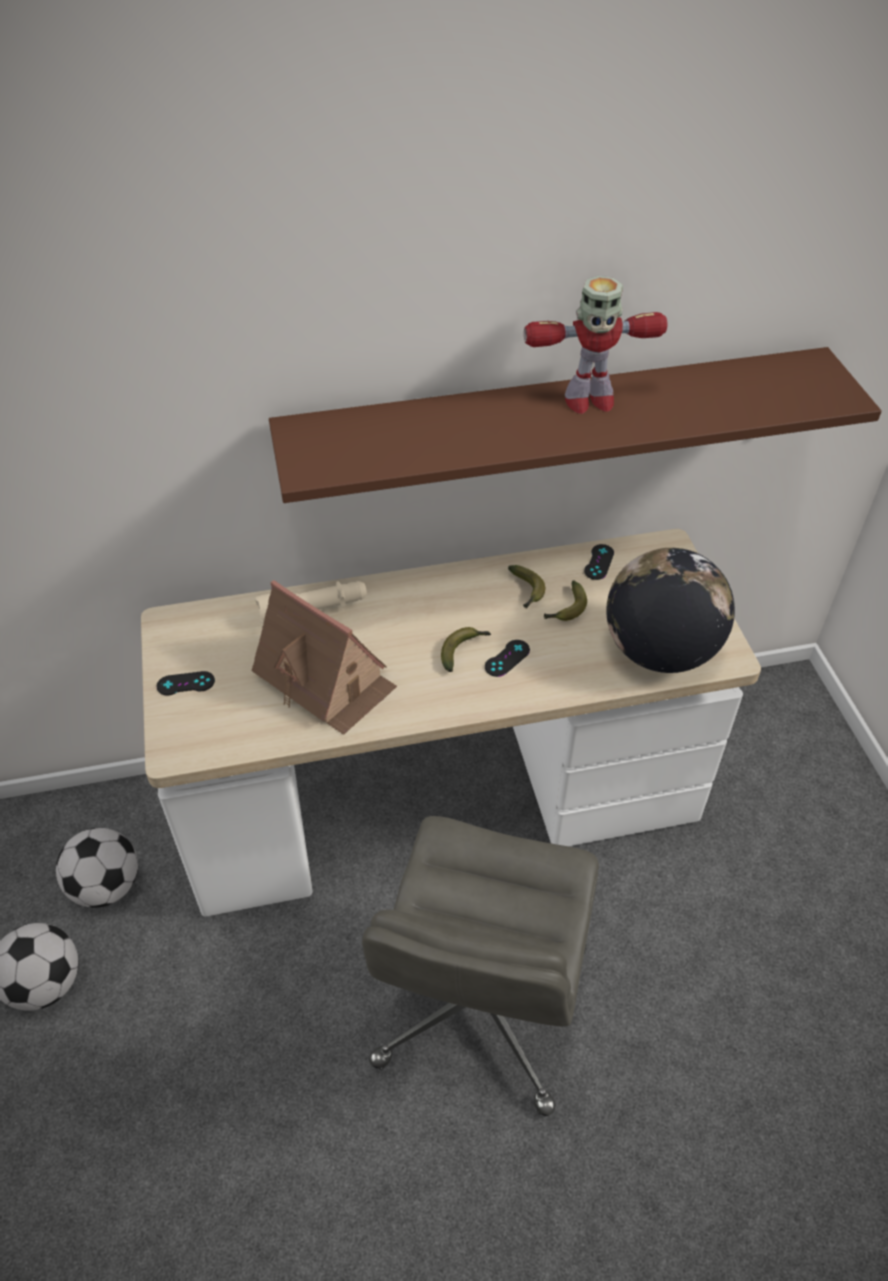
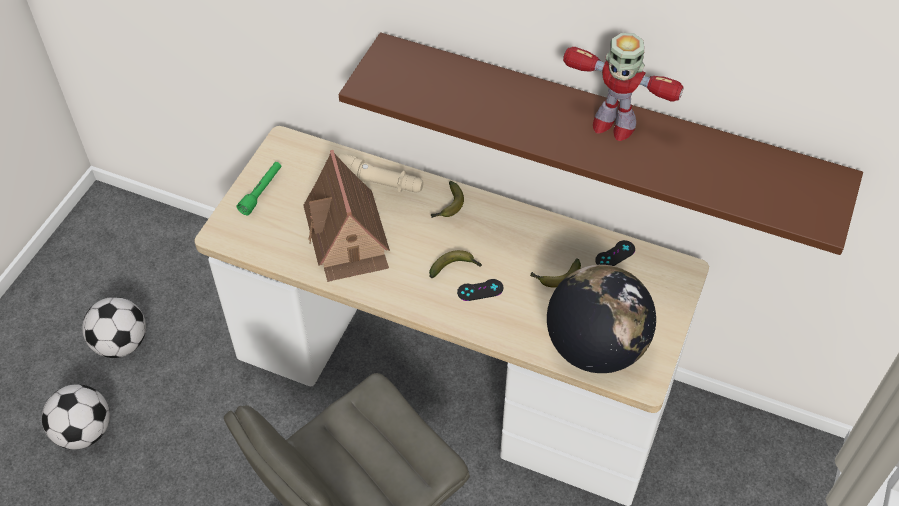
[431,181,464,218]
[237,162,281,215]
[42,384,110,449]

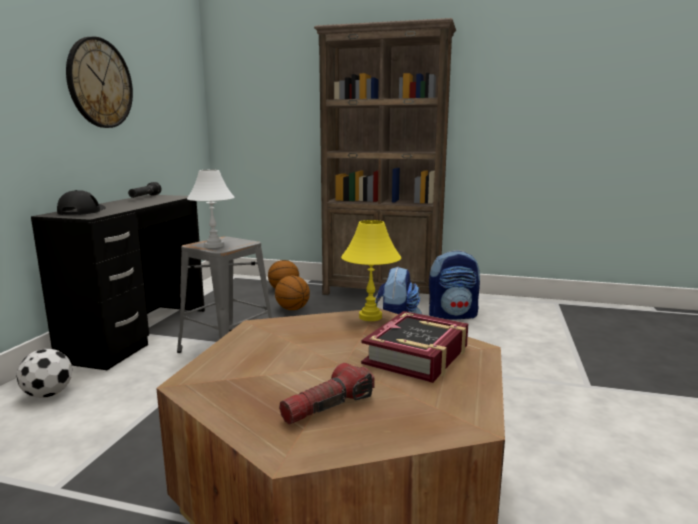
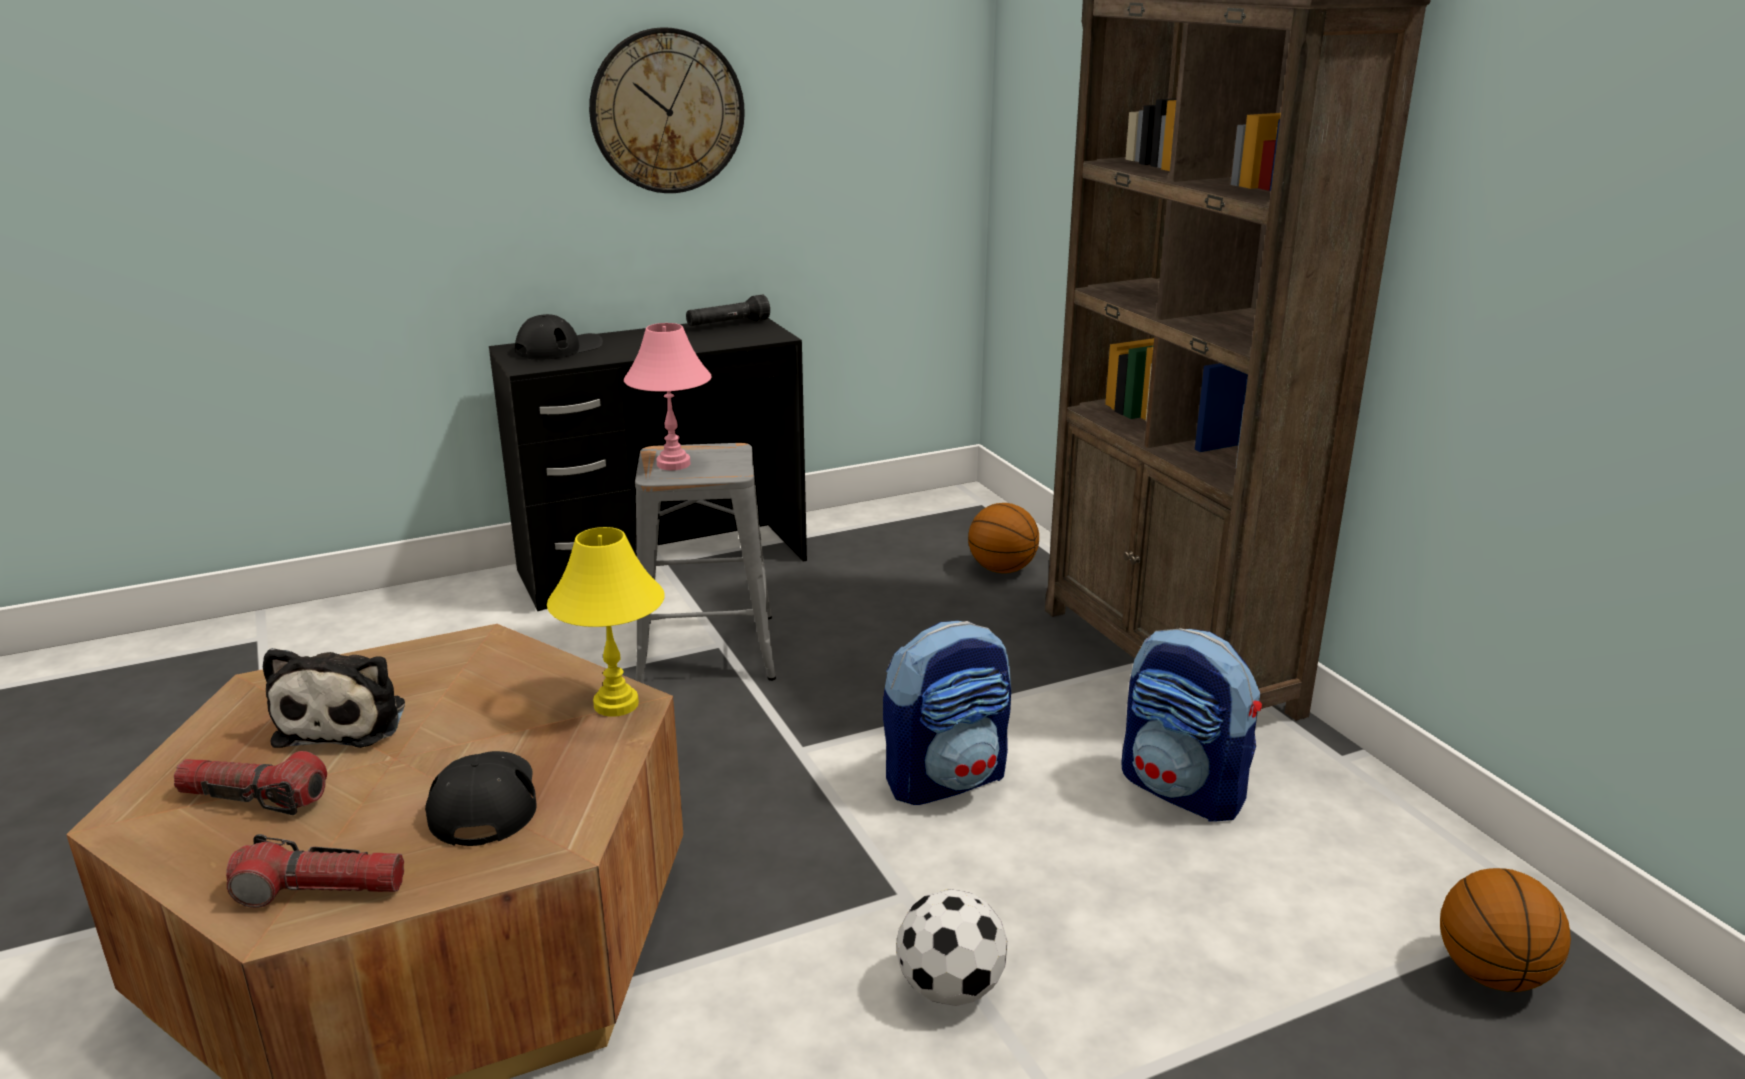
[624,323,712,470]
[1440,868,1571,992]
[425,751,537,846]
[897,889,1007,1006]
[263,648,405,748]
[226,834,404,908]

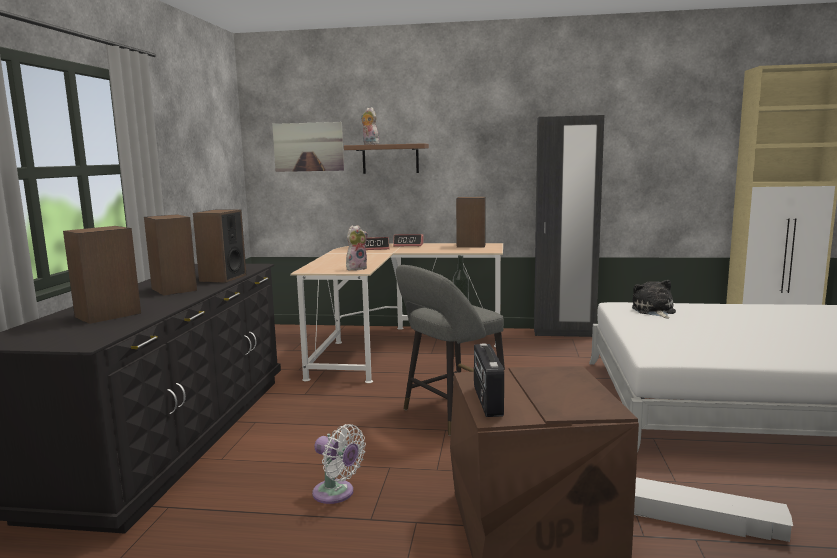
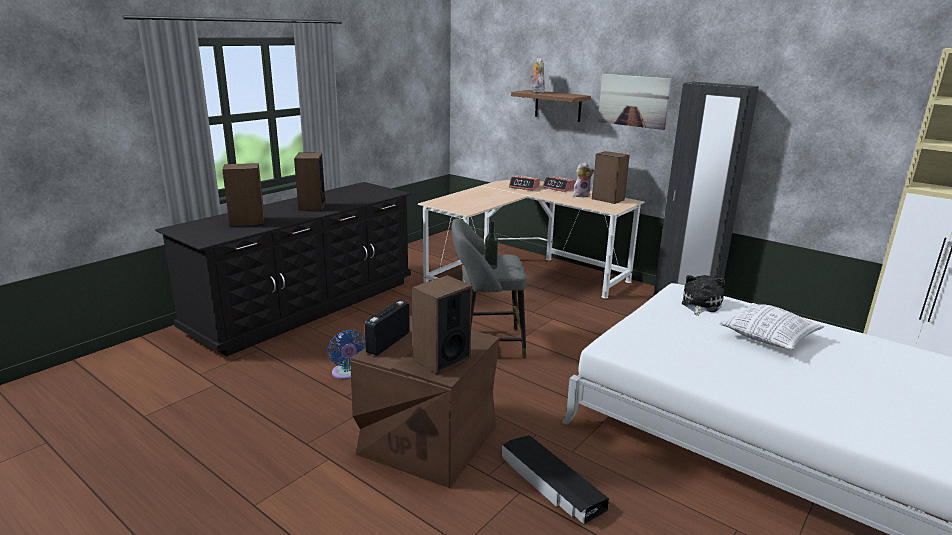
[598,74,672,130]
[412,275,472,374]
[573,163,594,197]
[327,330,365,380]
[502,435,609,524]
[719,303,824,350]

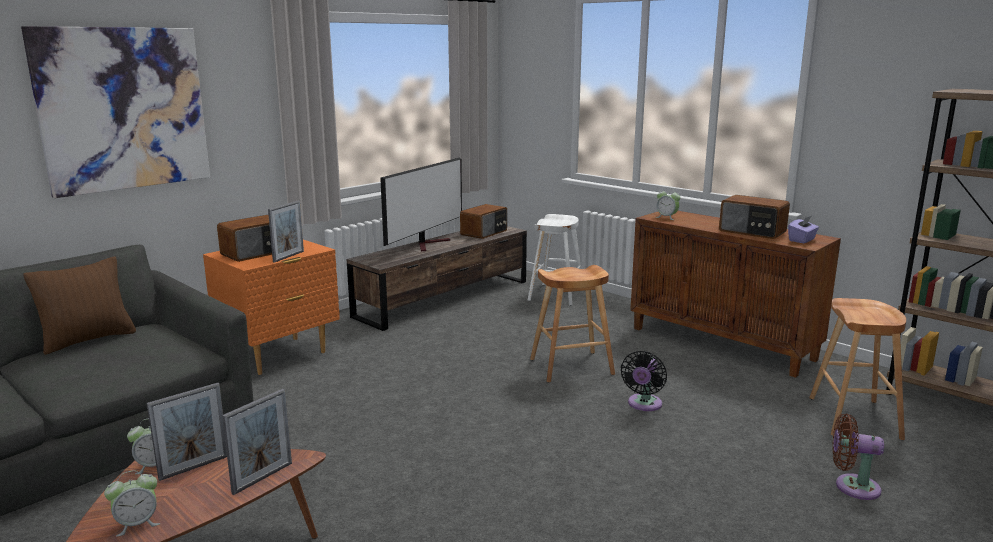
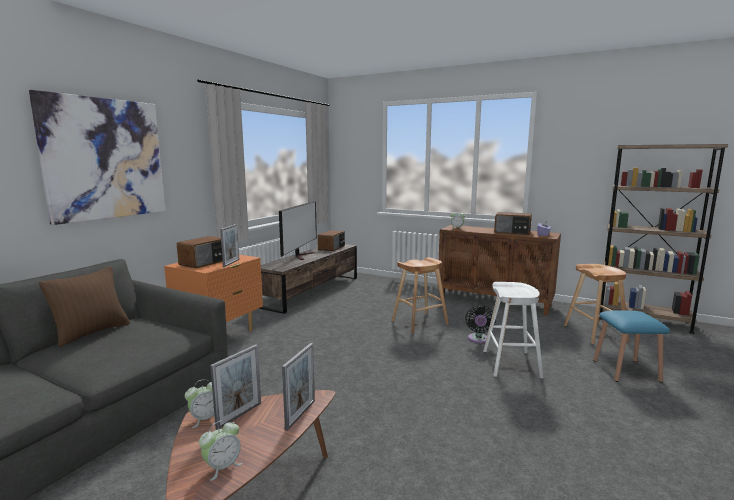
[483,282,544,379]
[593,310,670,383]

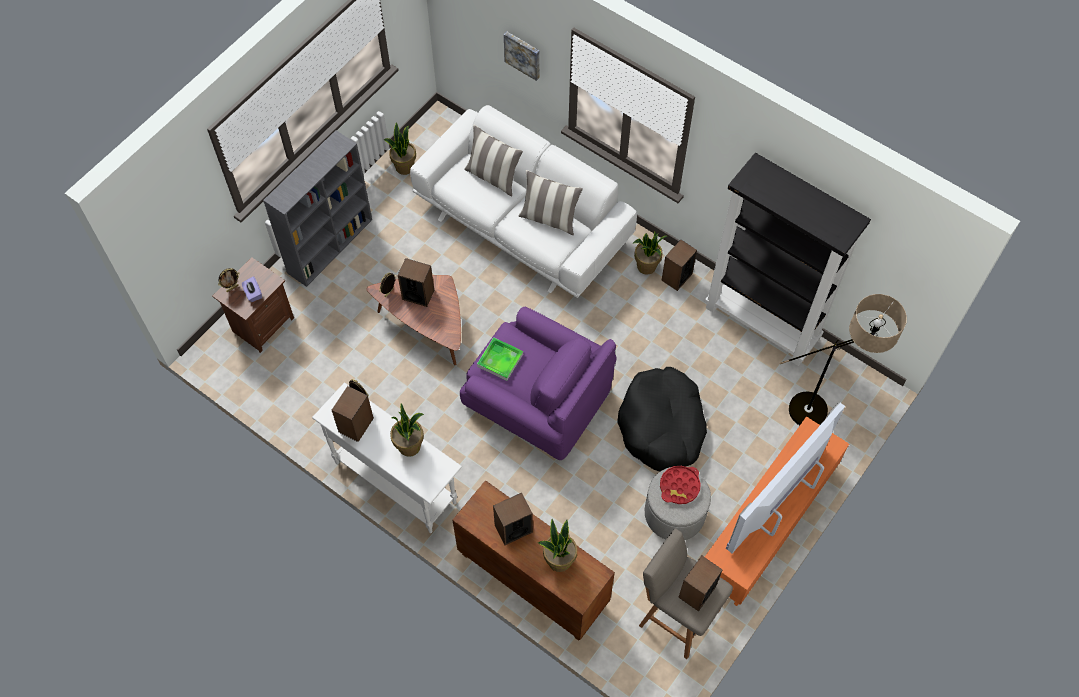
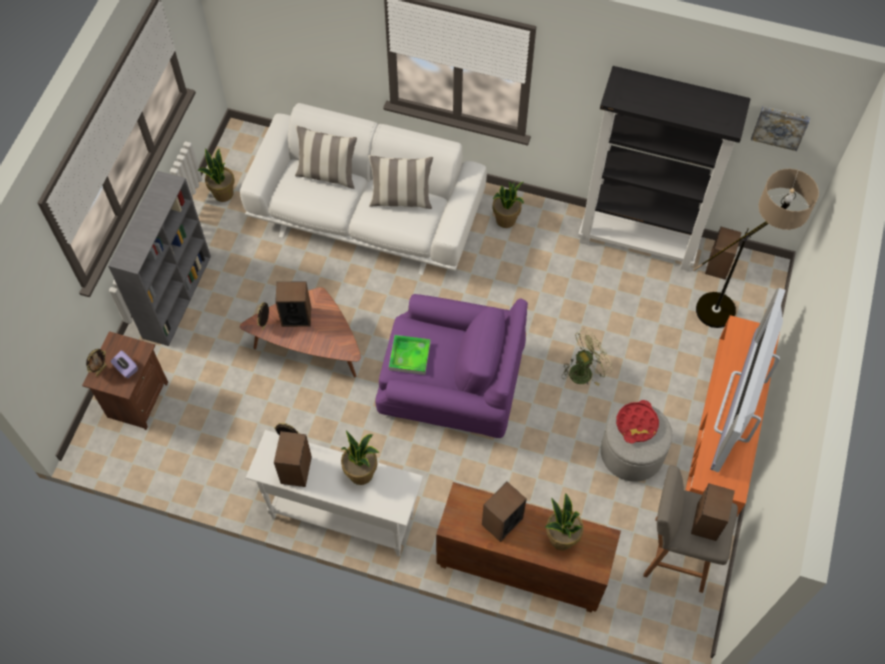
[751,106,810,151]
[705,227,742,280]
[562,329,612,386]

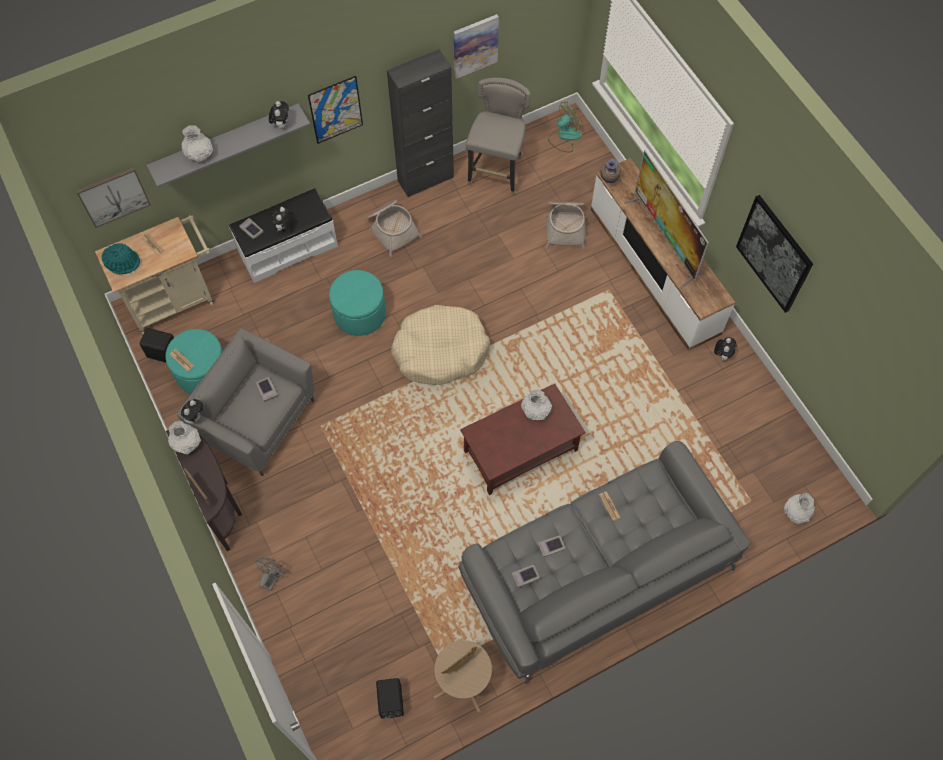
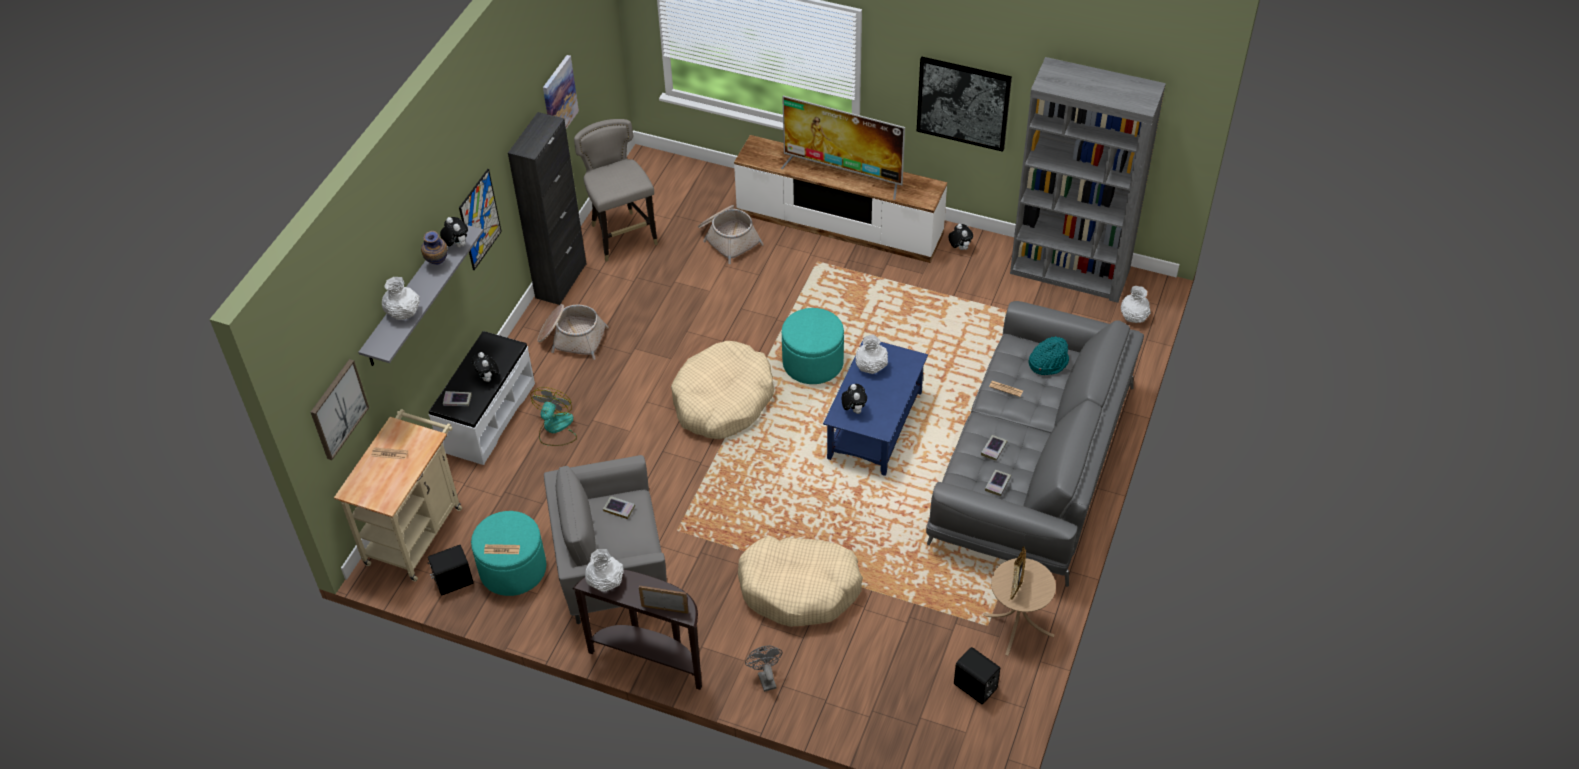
[531,387,577,446]
[421,231,448,265]
[1028,336,1069,375]
[782,308,844,384]
[823,337,928,476]
[842,384,867,414]
[1010,57,1166,303]
[738,536,863,627]

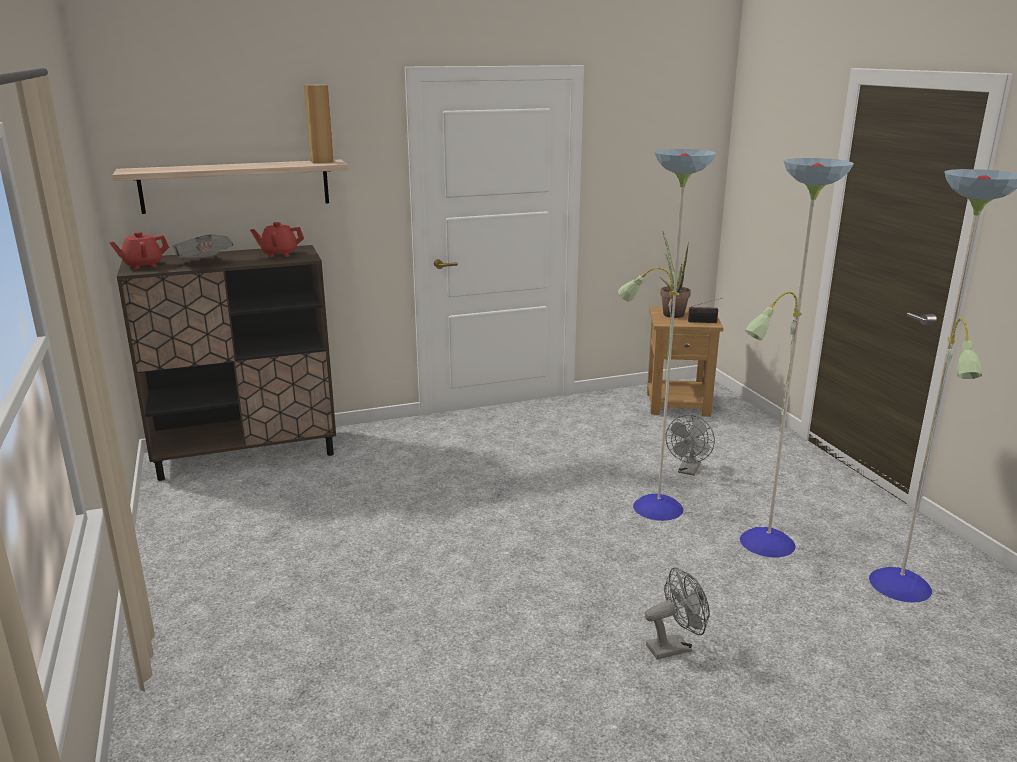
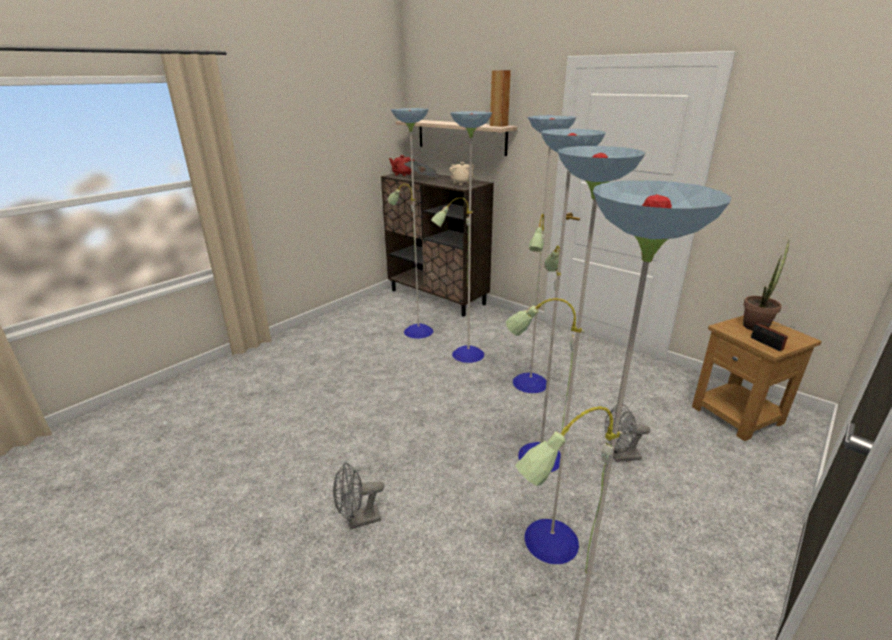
[449,162,474,185]
[333,462,384,530]
[387,108,577,393]

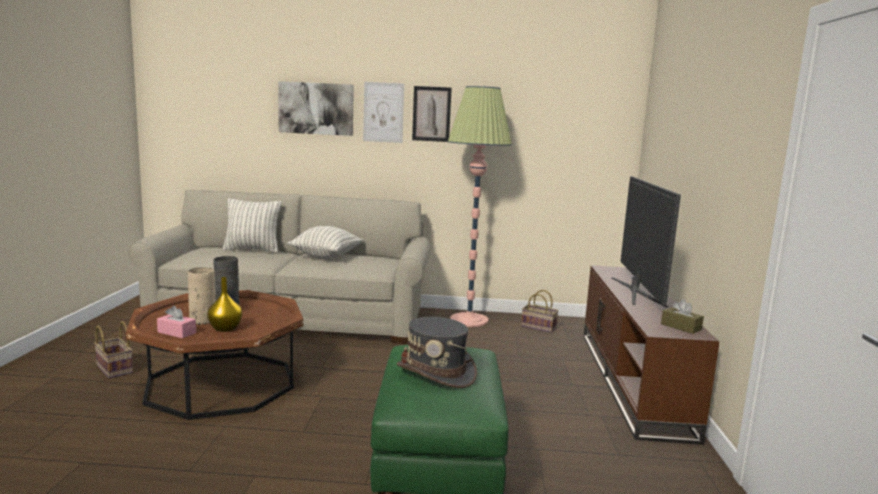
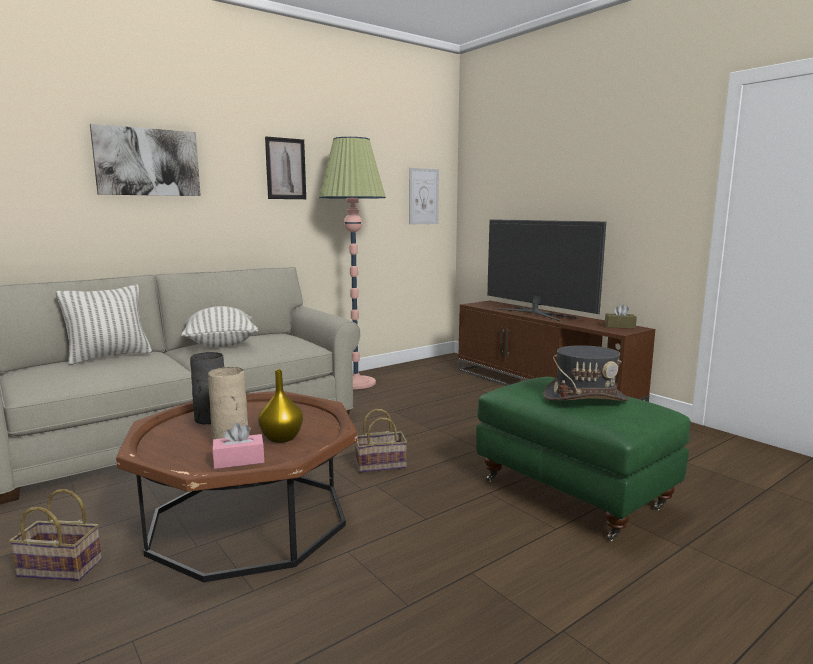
[409,168,439,224]
[355,409,407,473]

